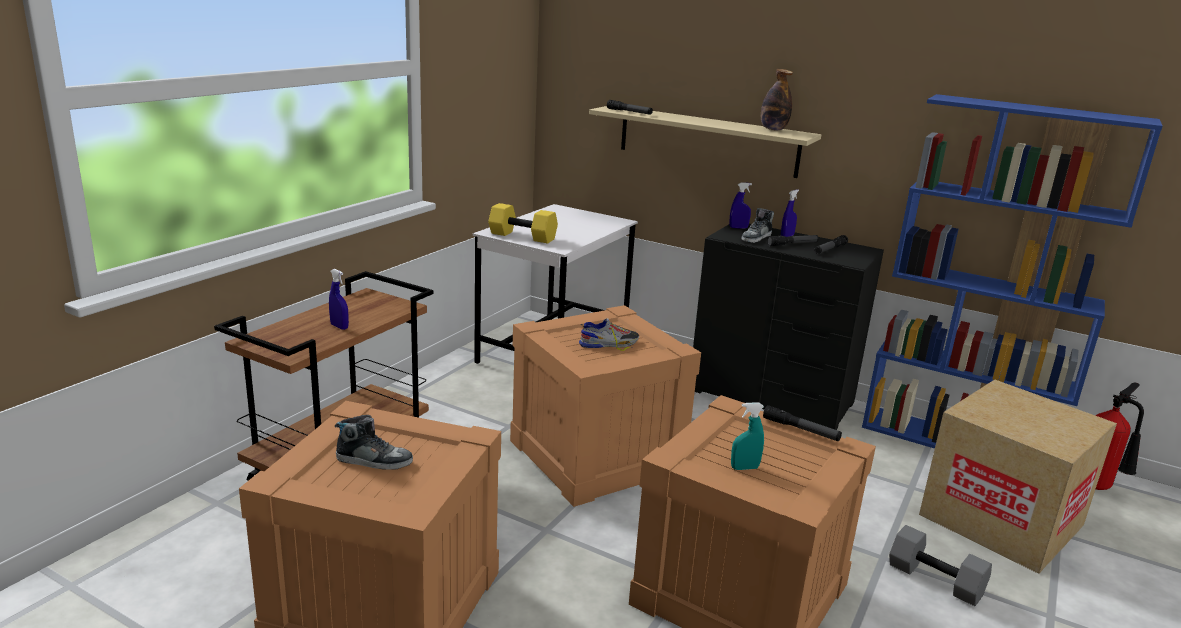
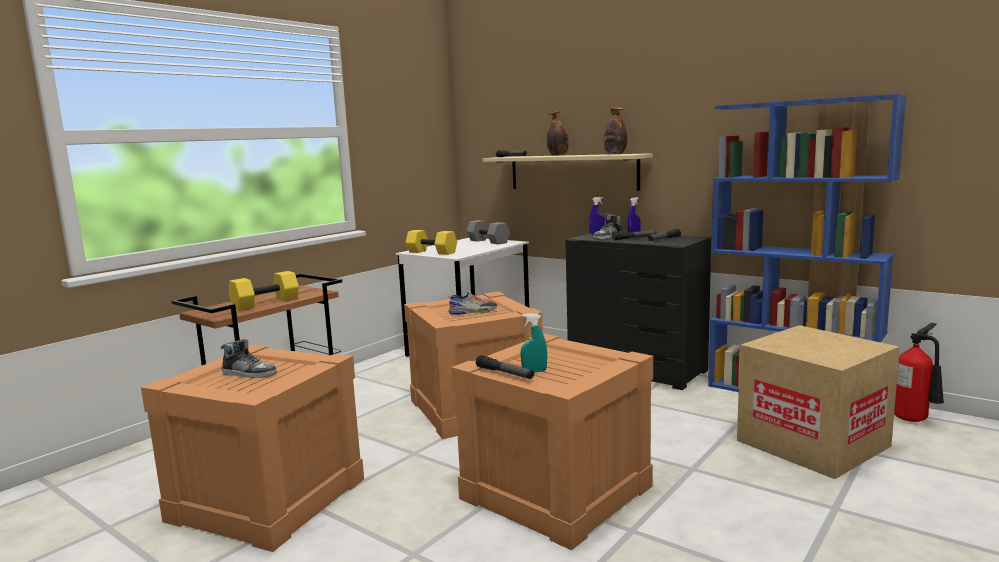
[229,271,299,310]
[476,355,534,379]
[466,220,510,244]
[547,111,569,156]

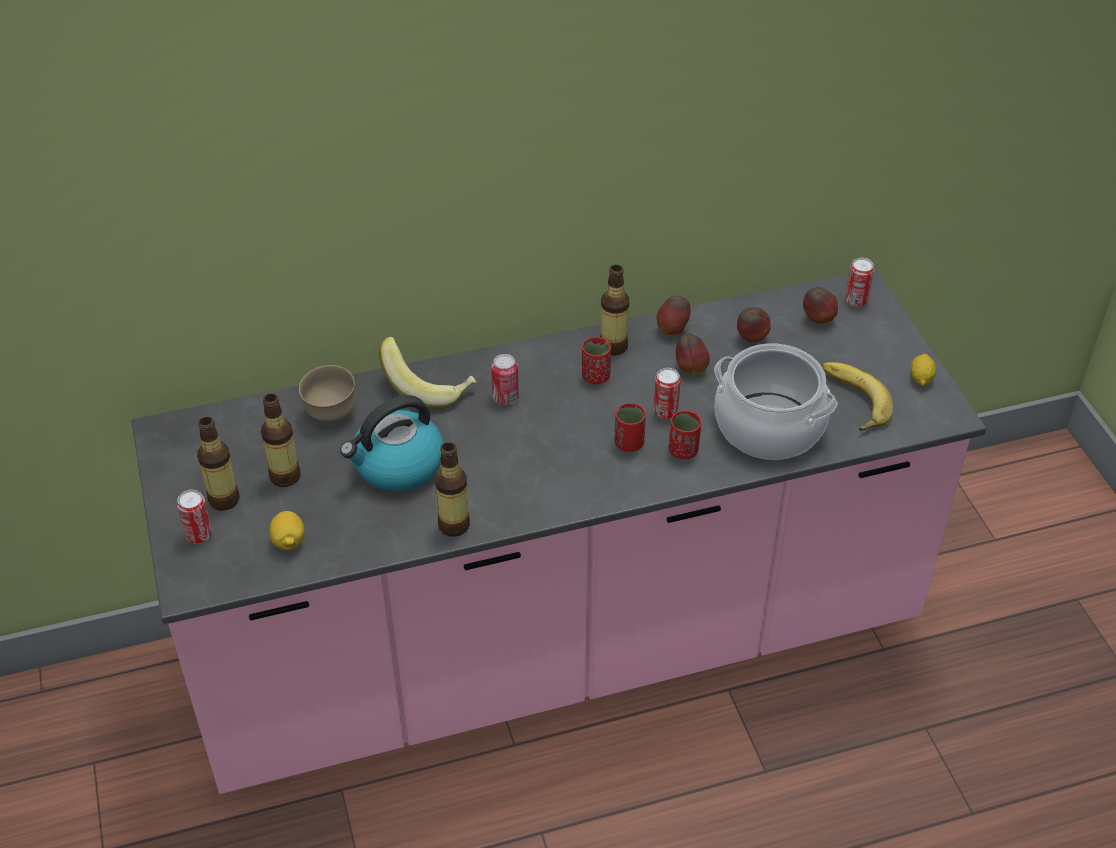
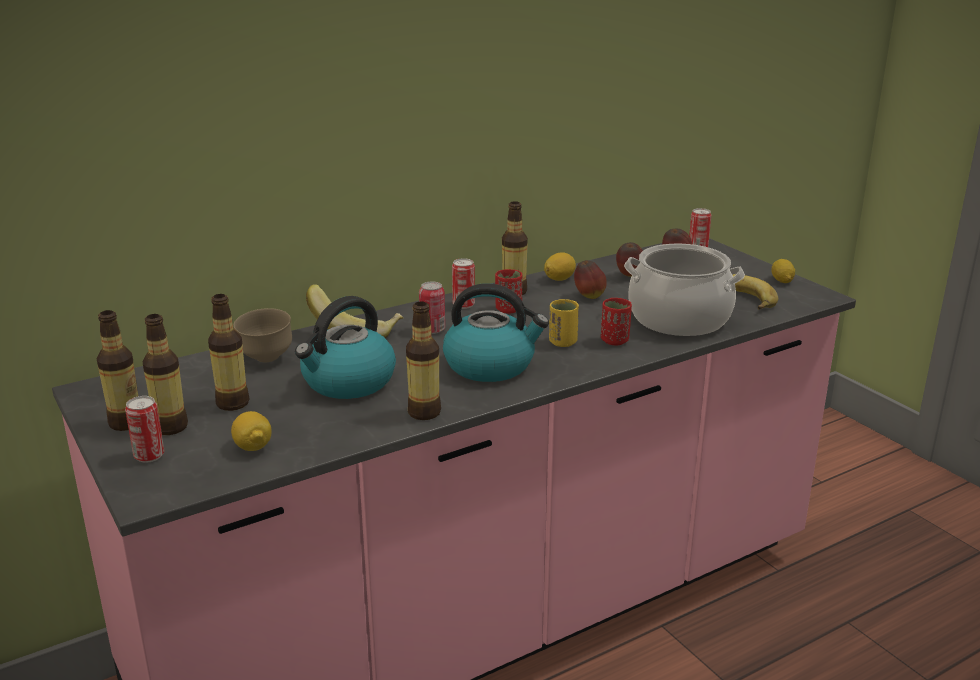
[544,252,576,281]
[452,258,475,309]
[549,299,579,347]
[443,283,549,382]
[97,310,138,431]

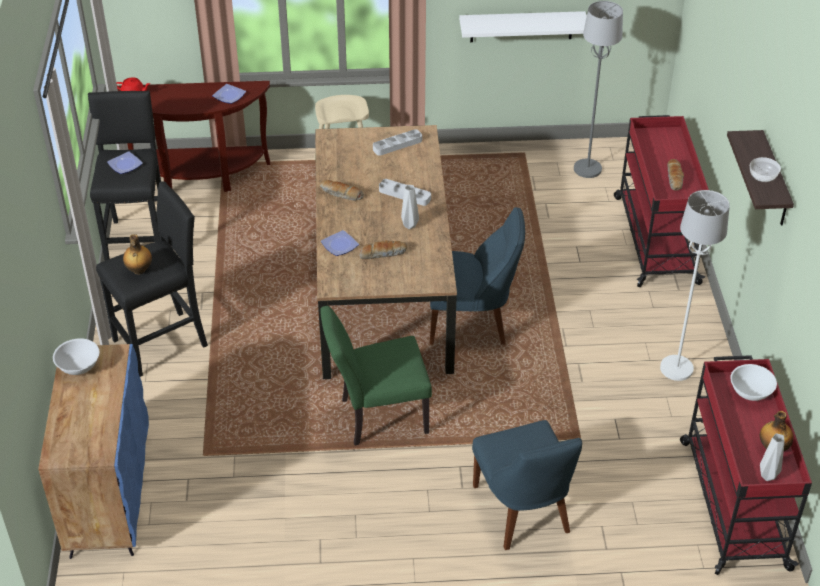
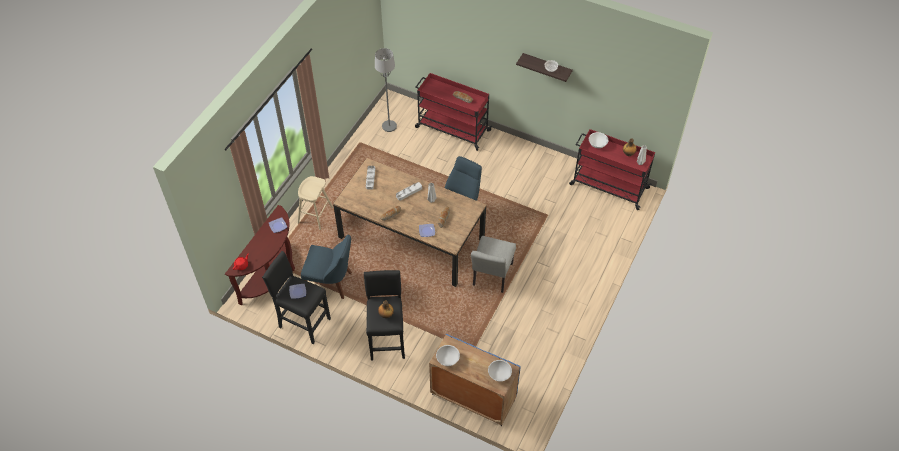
[459,11,587,42] (first image)
[660,190,730,381] (first image)
[471,236,516,293]
[301,235,352,299]
[488,360,512,382]

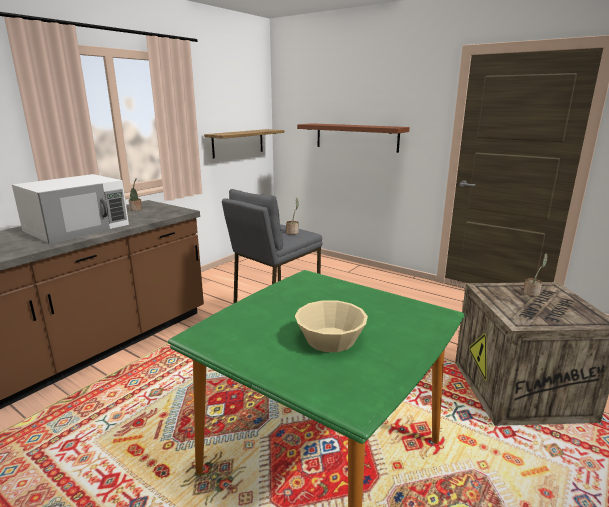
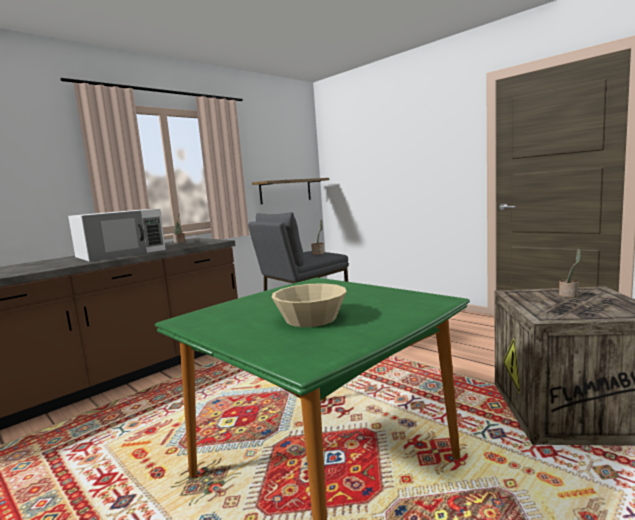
[297,123,410,153] (first image)

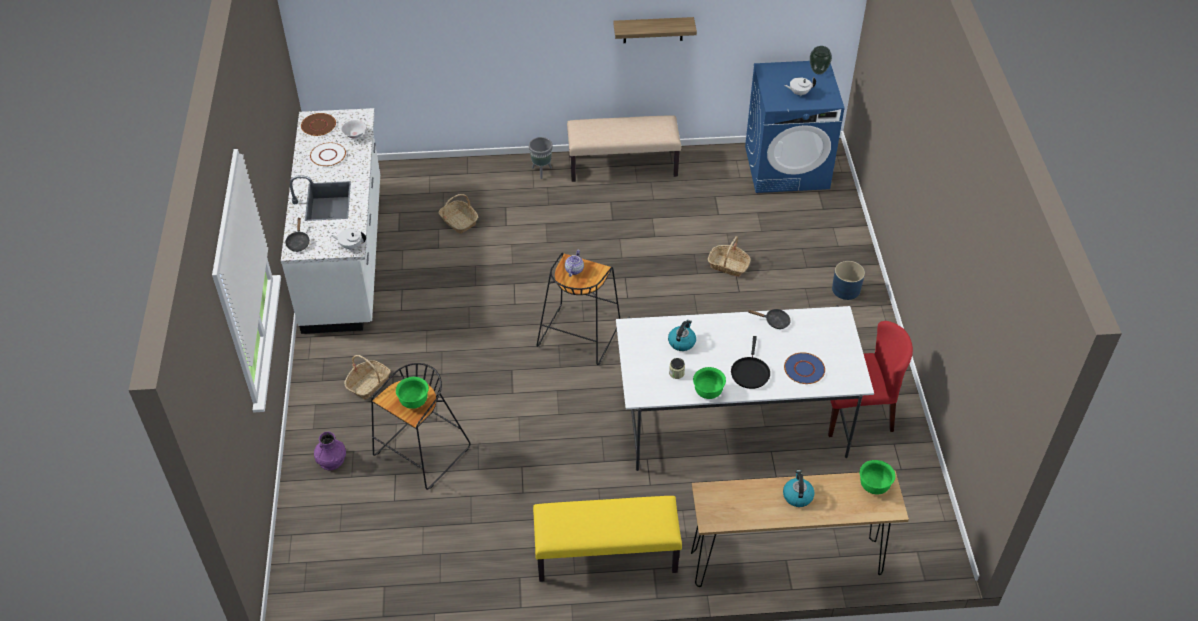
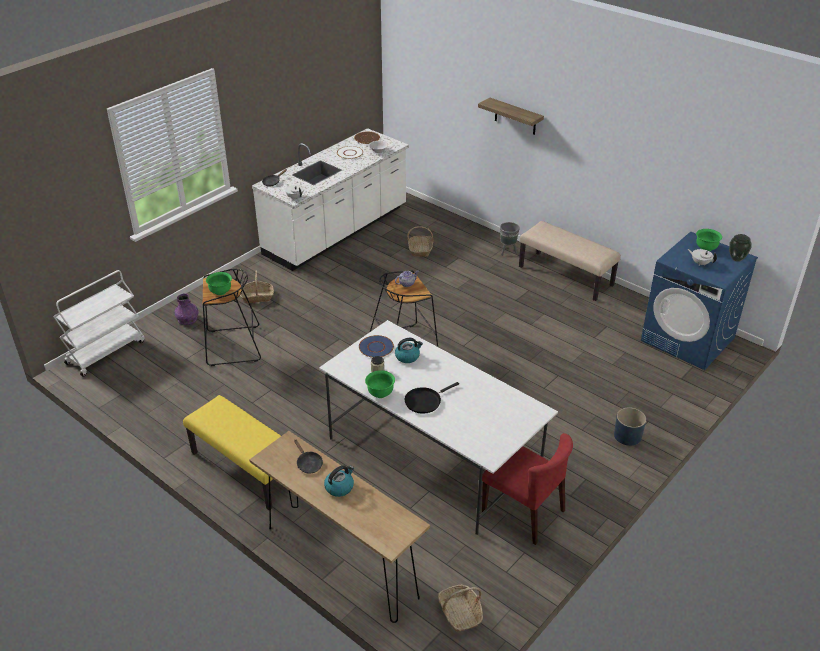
[478,98,544,135]
[438,585,483,632]
[294,439,323,473]
[359,335,394,358]
[696,229,722,251]
[54,270,144,377]

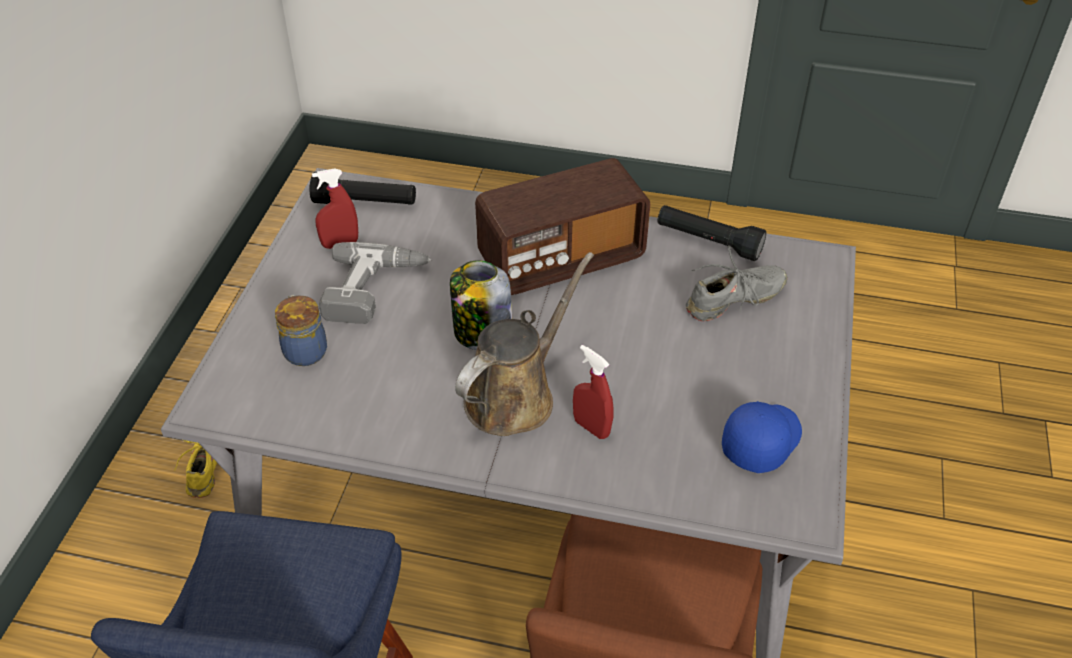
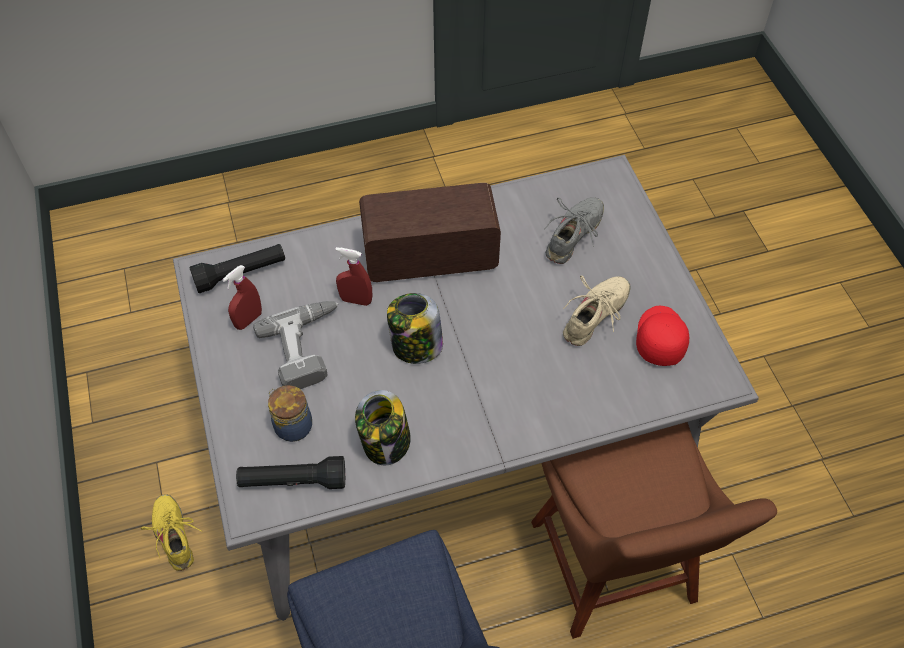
[359,183,501,282]
[236,456,345,489]
[455,252,594,436] (first image)
[335,247,372,306]
[636,306,689,366]
[563,276,630,346]
[355,390,411,465]

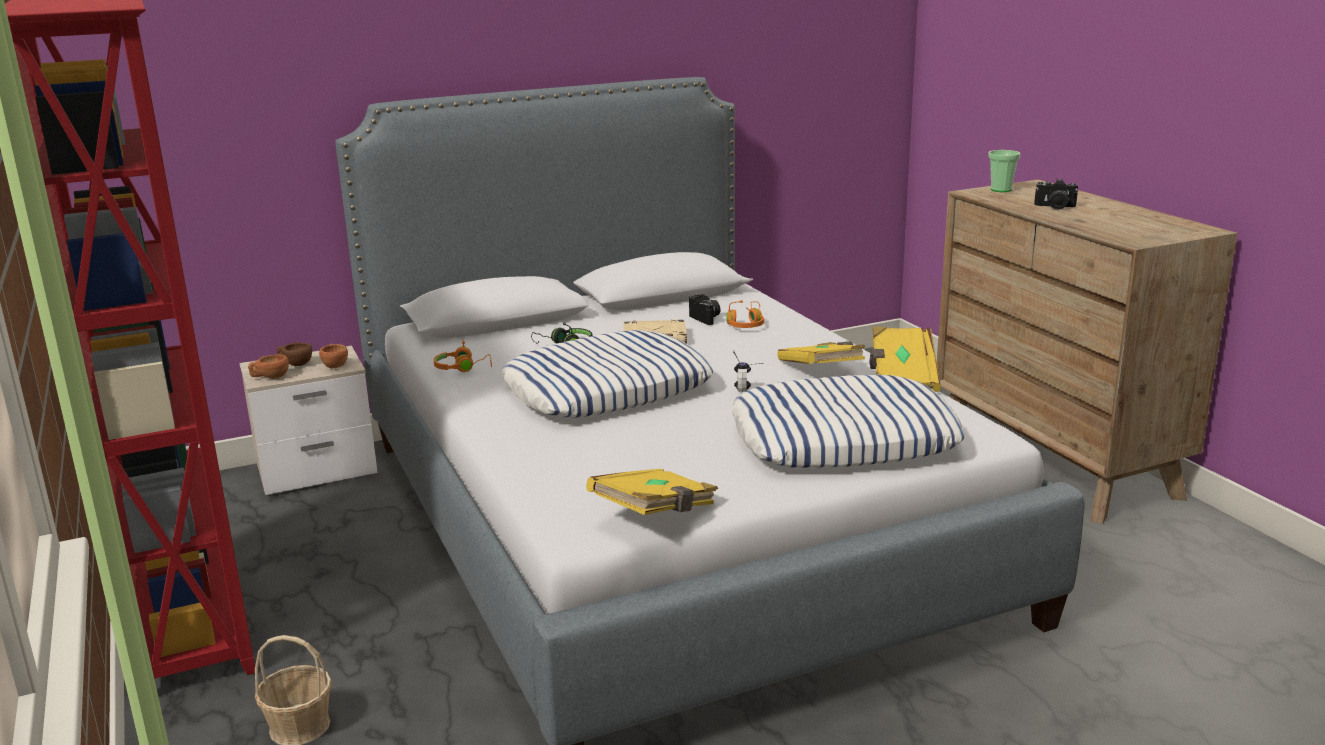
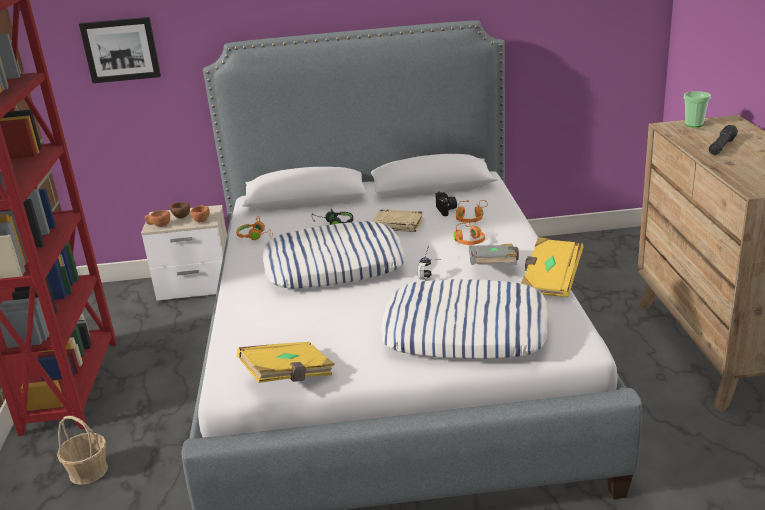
[709,125,738,155]
[469,244,519,265]
[79,17,161,83]
[454,219,485,245]

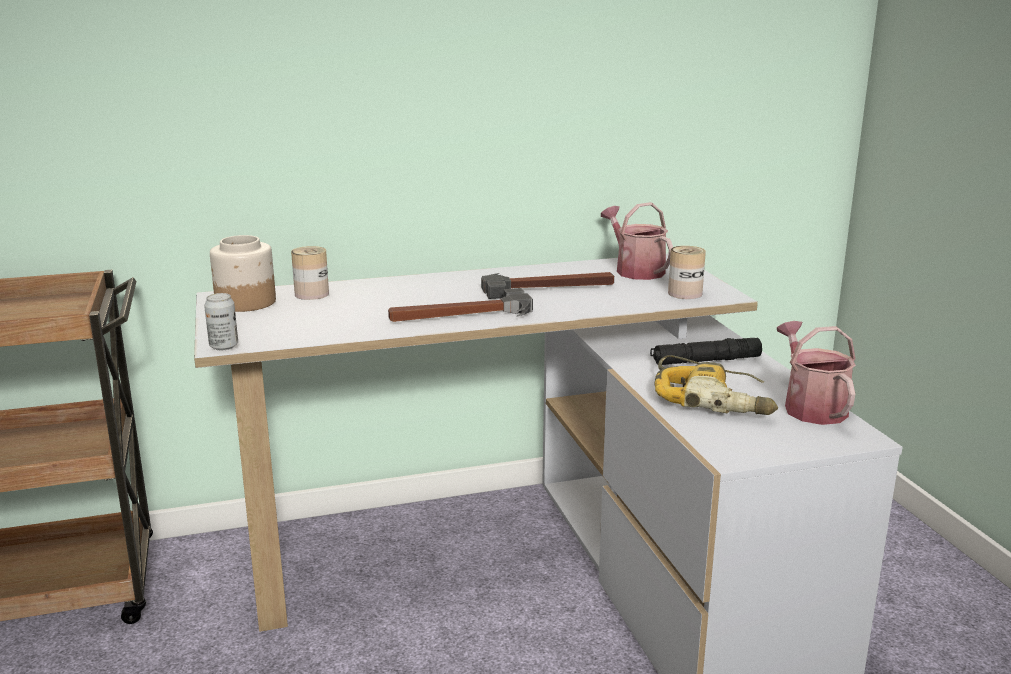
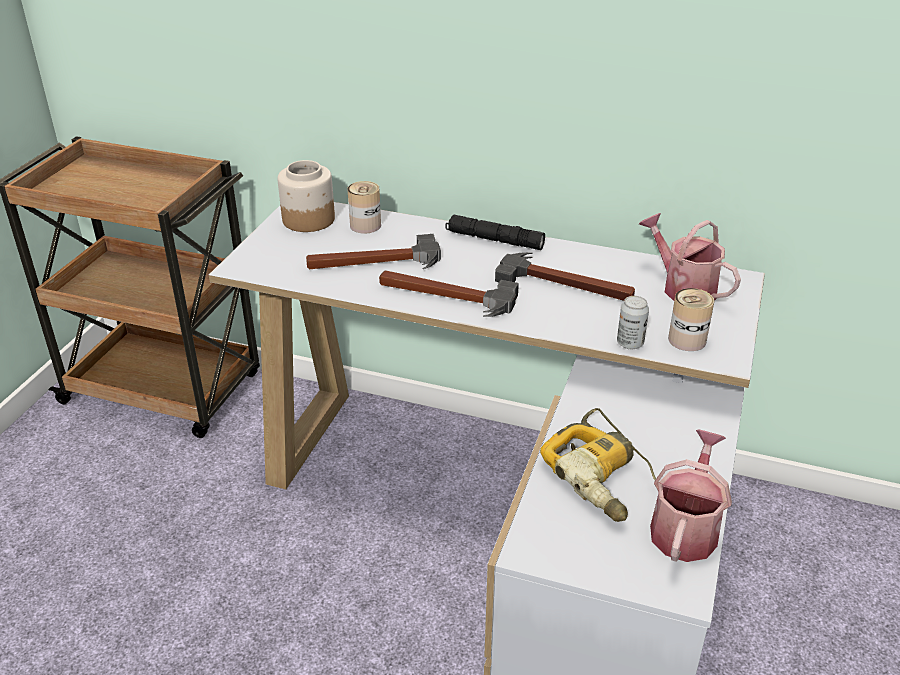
[639,213,741,301]
[617,296,649,349]
[445,215,545,250]
[306,234,441,269]

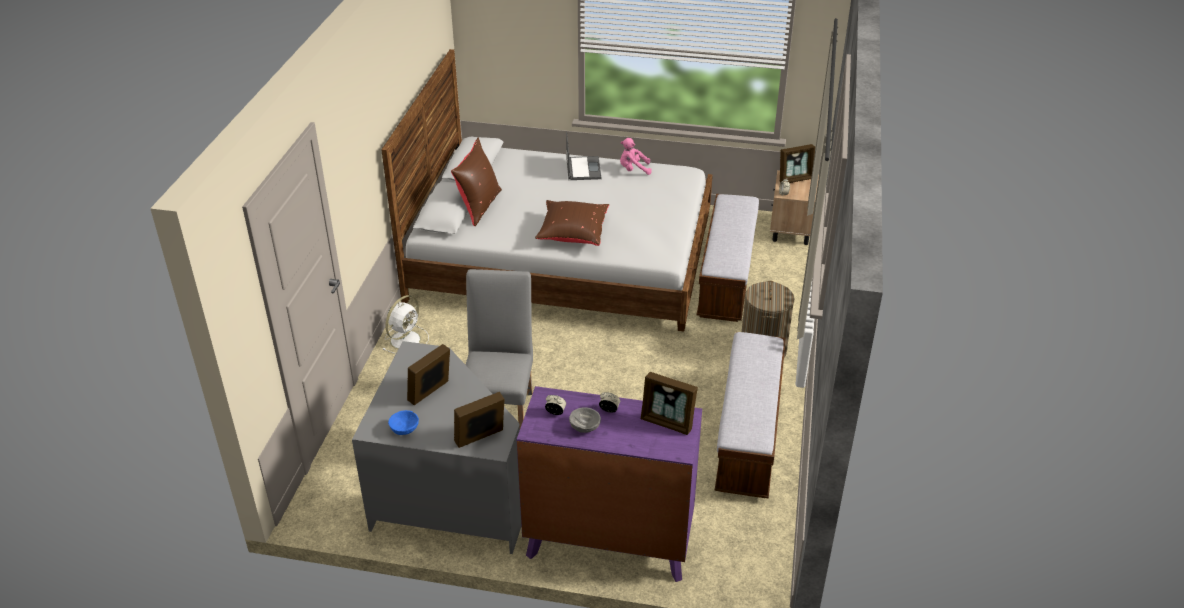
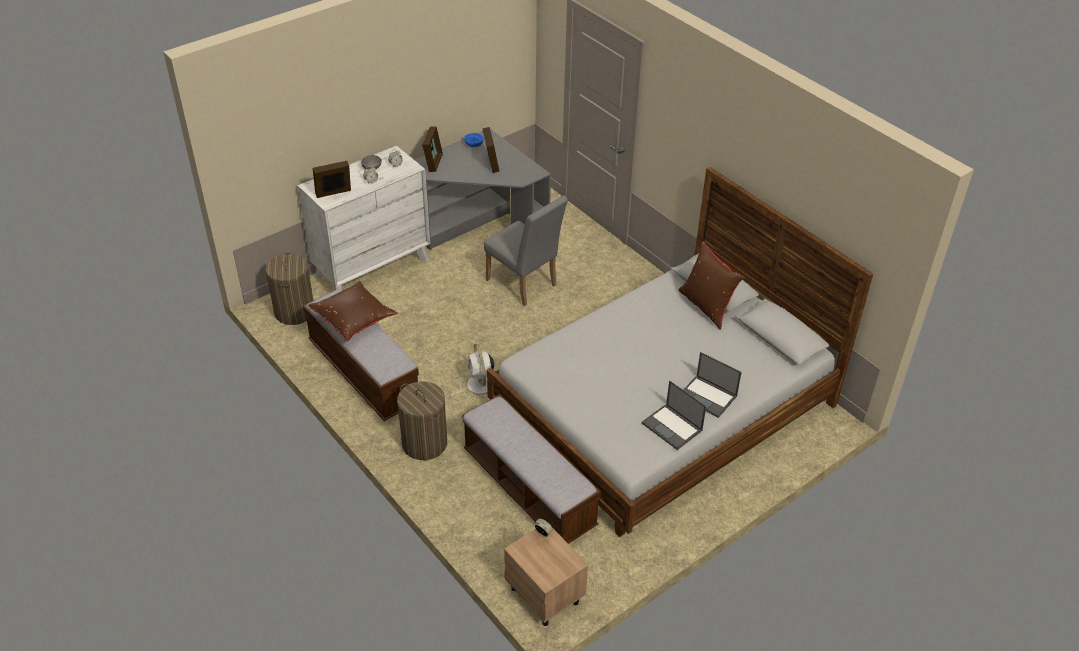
[642,381,706,450]
[780,144,815,183] (first image)
[308,281,398,342]
[460,344,494,400]
[298,146,430,290]
[265,252,314,325]

